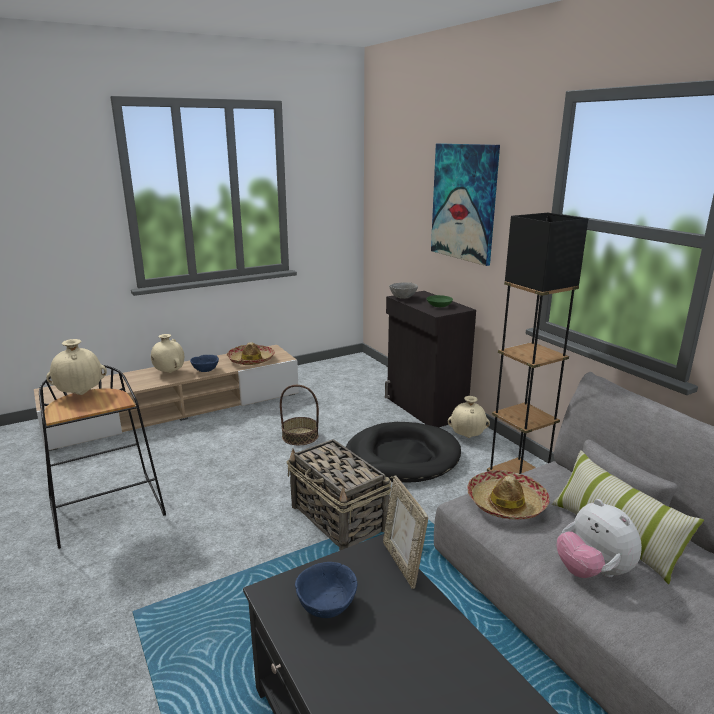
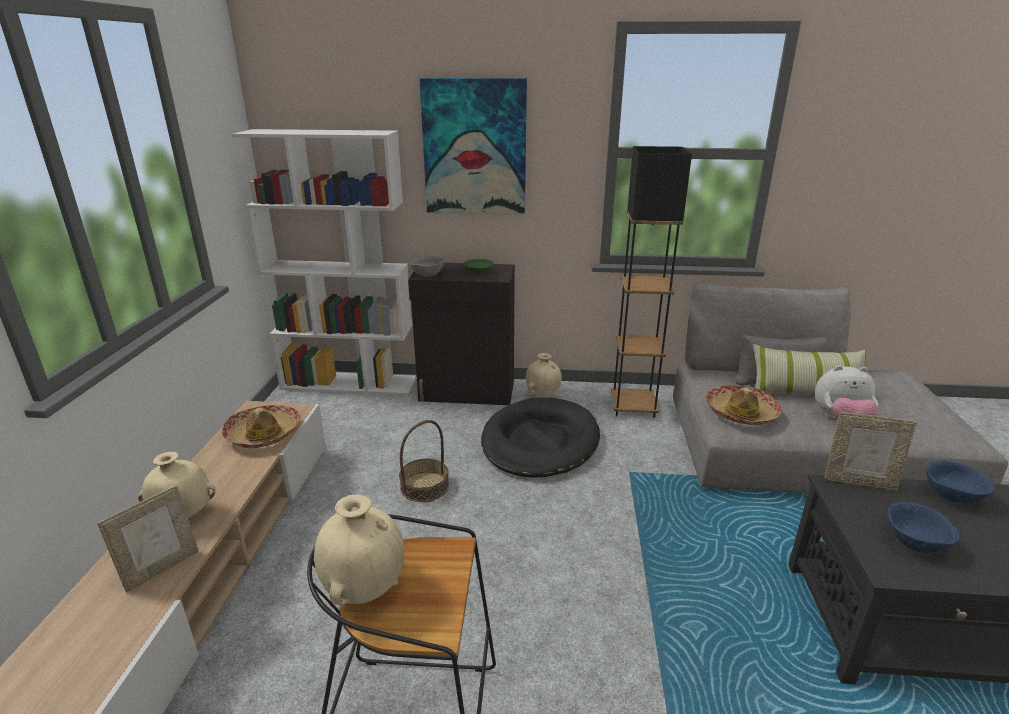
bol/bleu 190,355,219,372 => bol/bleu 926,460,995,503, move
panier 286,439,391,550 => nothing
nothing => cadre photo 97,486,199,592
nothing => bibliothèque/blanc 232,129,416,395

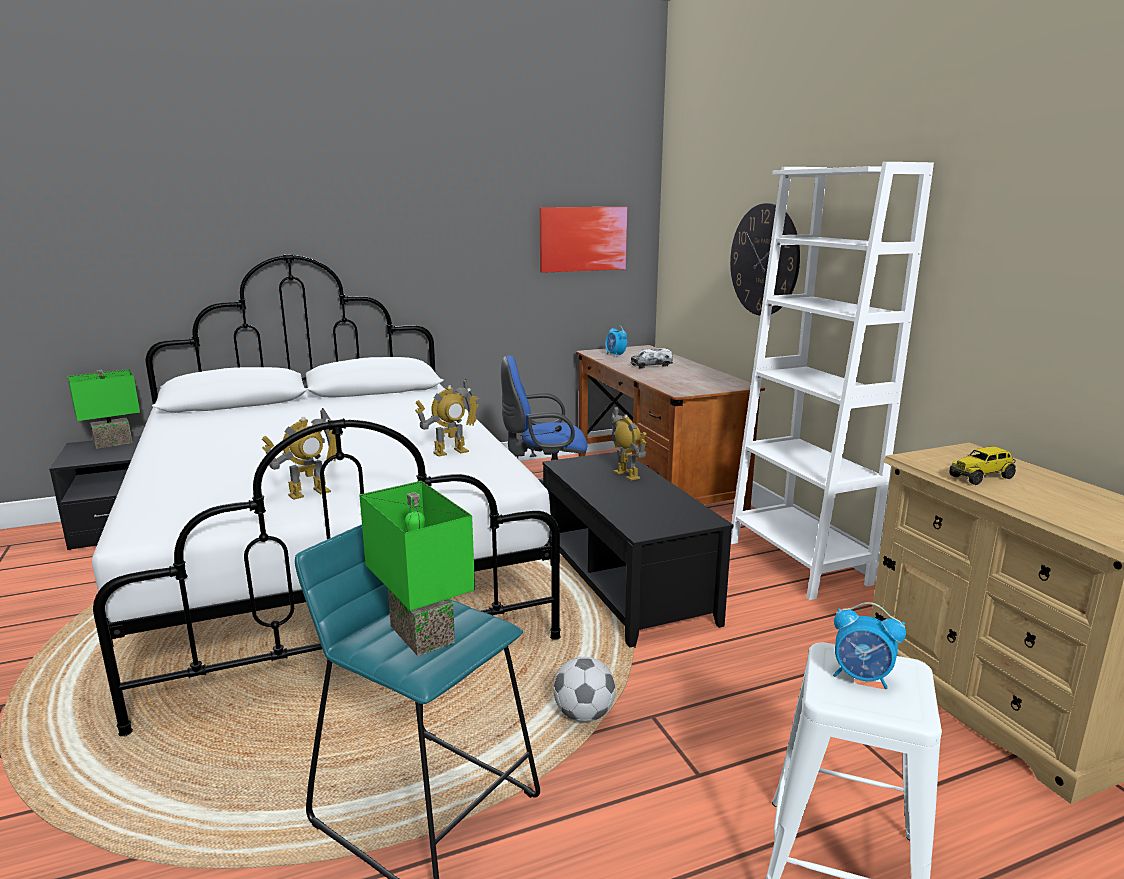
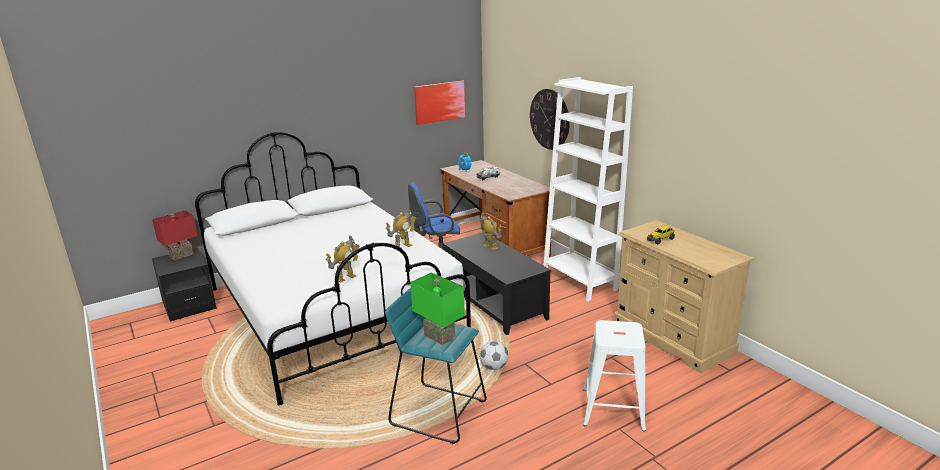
lampe de table/vert 67,369,140,449 => lampe de table/rouge 152,210,198,260
réveil 833,602,906,689 => nothing

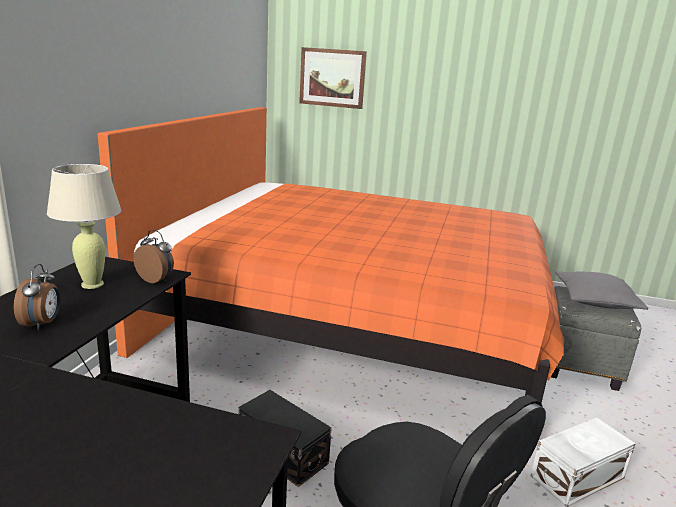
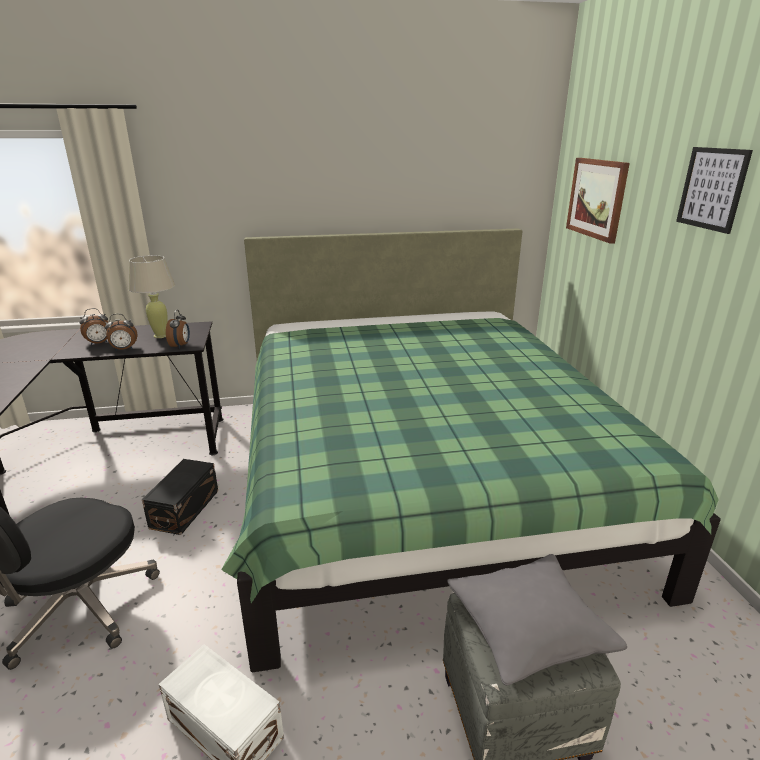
lit/orange 98,107,564,403 => lit/vert 221,229,721,672
nothing => réveil 105,314,137,351
nothing => tableau 676,147,753,234

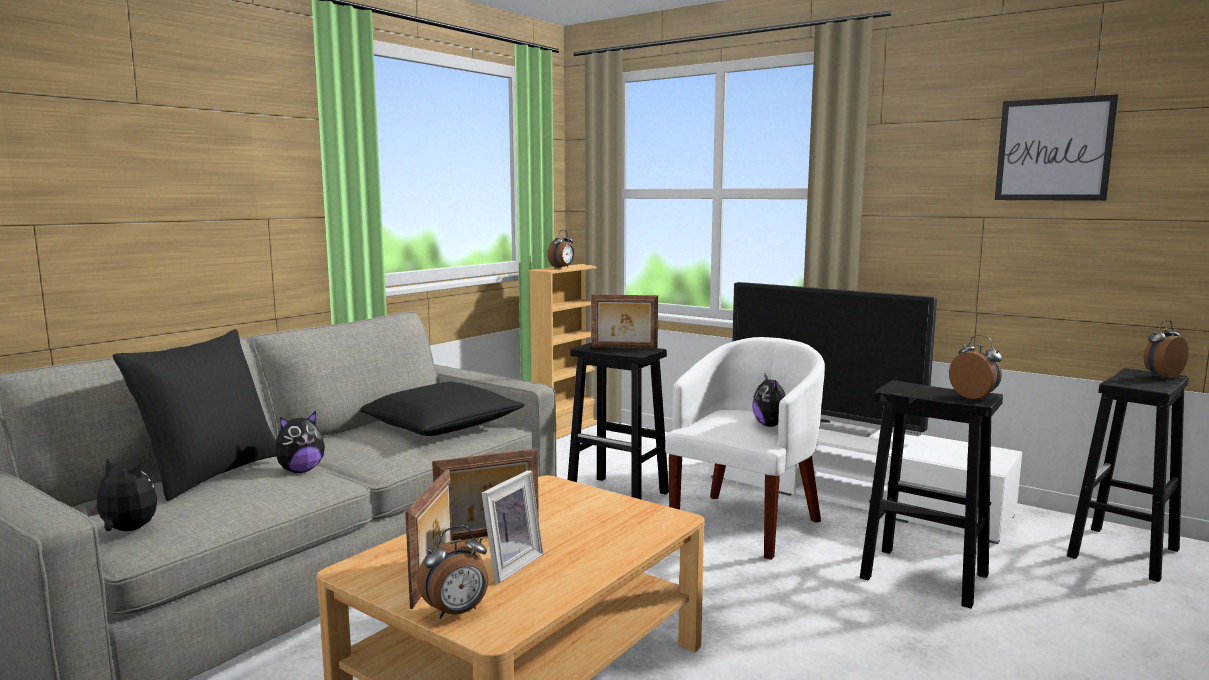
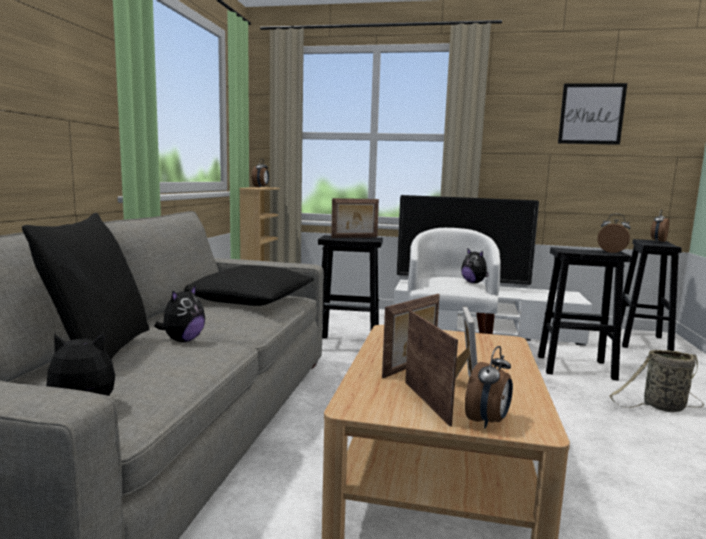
nothing => panier 609,350,704,412

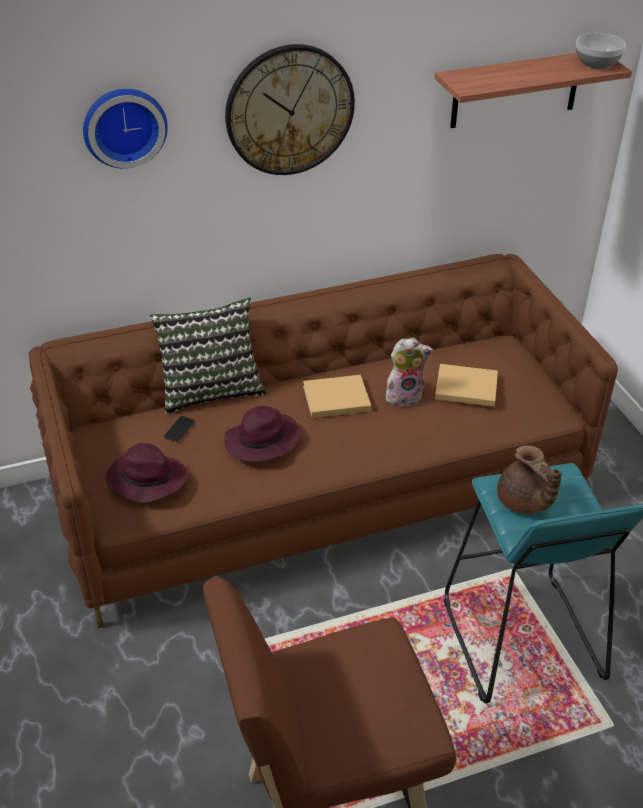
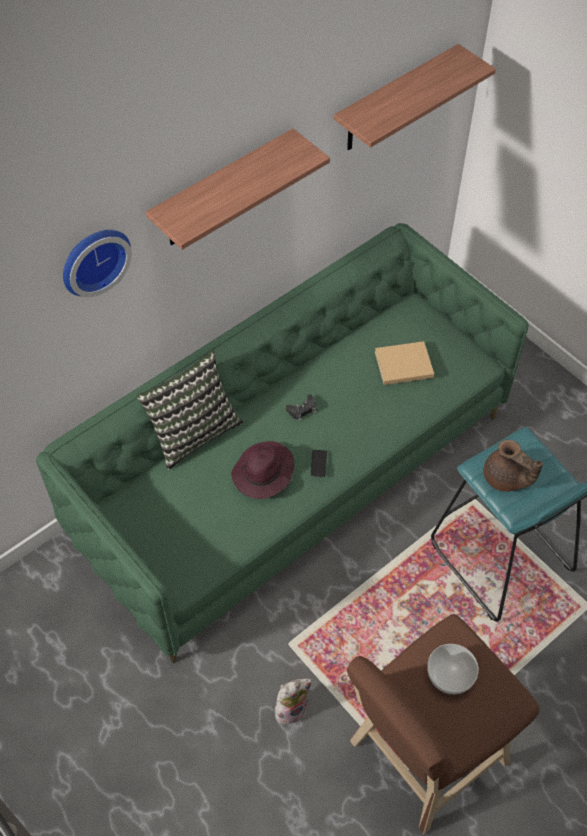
canapé/marron 29,254,618,628 => canapé/vert 36,223,529,663
chapeau/violet 105,443,187,503 => nothing
téléphone 164,416,195,442 => téléphone 311,450,327,477, move
horloge murale 225,44,355,175 => étagère 146,129,330,250
livre/beige 303,375,371,418 => manette/noir 286,394,317,421
peluche 385,338,433,406 => peluche 275,678,312,727, move
bol 576,33,626,69 => bol 427,644,478,695, move

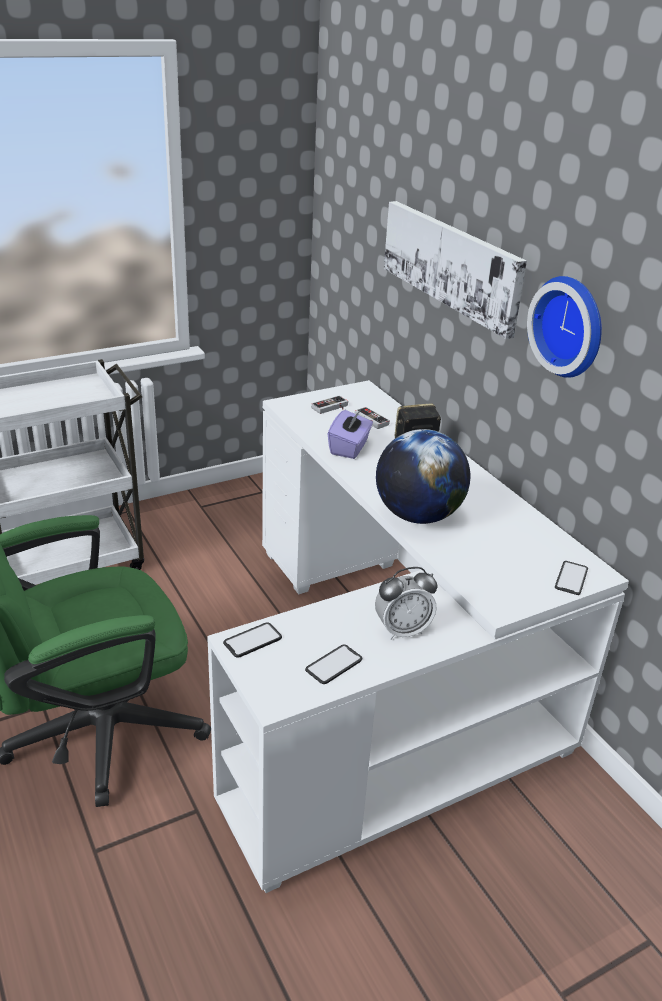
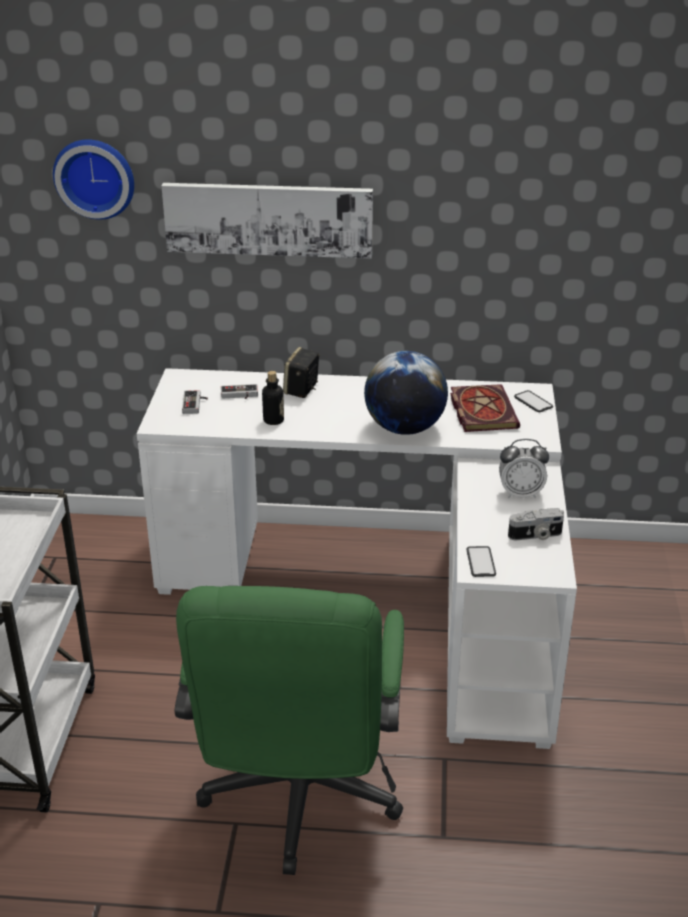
téléphone 305,645,363,684 => appareil photo 508,508,564,541
boîte à mouchoirs/violet 328,408,373,459 => bouteille 262,371,284,425
réveil 375,567,437,640 => réveil 499,439,549,498, 75 degrees clockwise
horloge murale 527,276,602,378 => horloge murale 53,140,134,220, move
nothing => livre 450,384,520,432

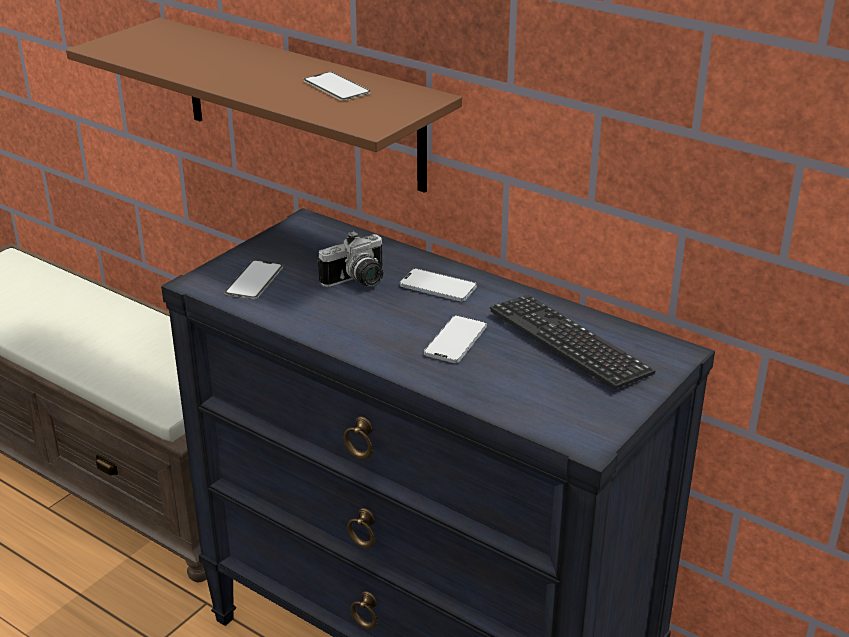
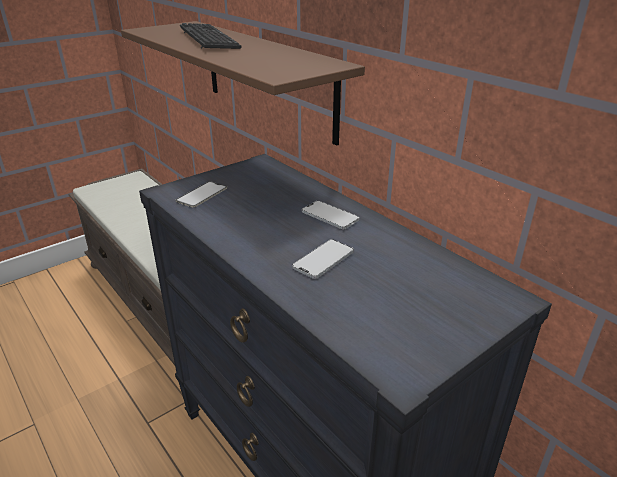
téléphone 303,72,371,101 => nothing
appareil photo 318,231,383,287 => nothing
clavier 490,295,655,389 => clavier 180,23,241,49, move

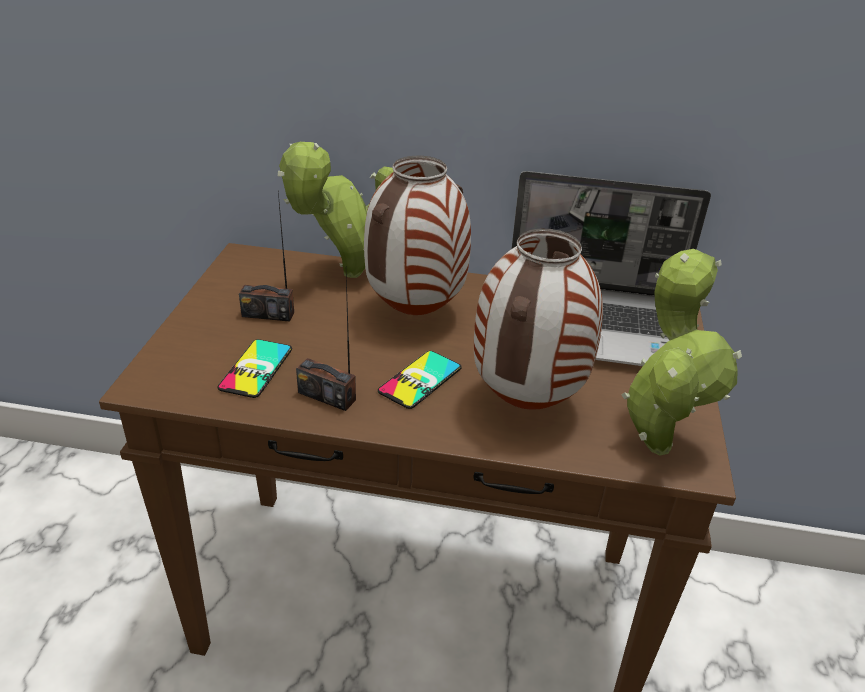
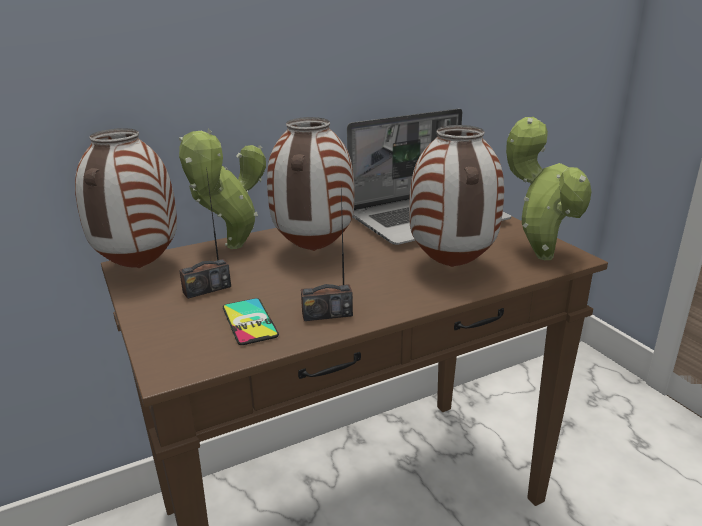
téléphone 378,351,461,409 => nothing
nothing => vase 75,128,177,268

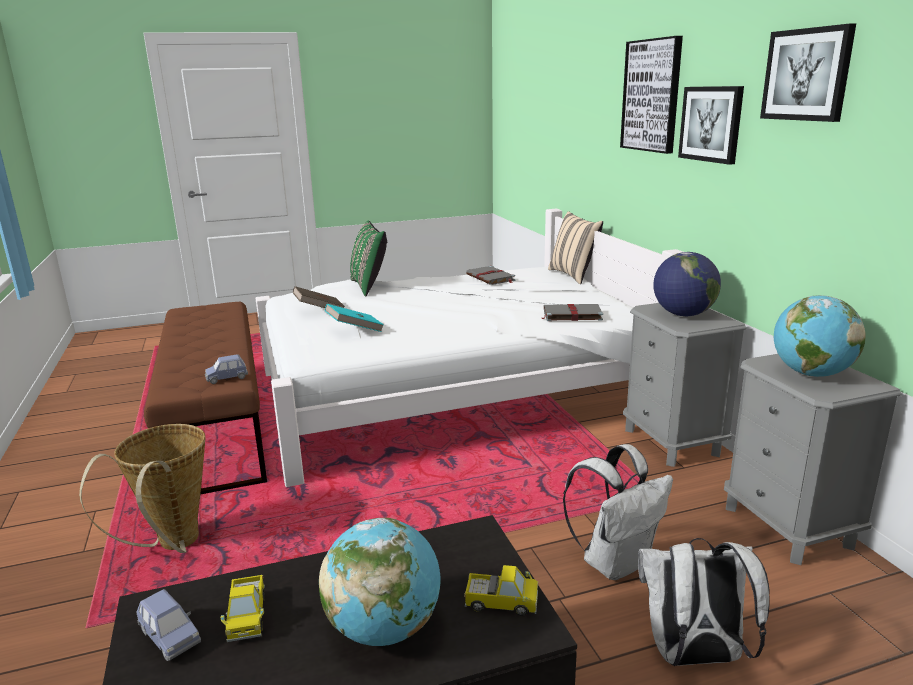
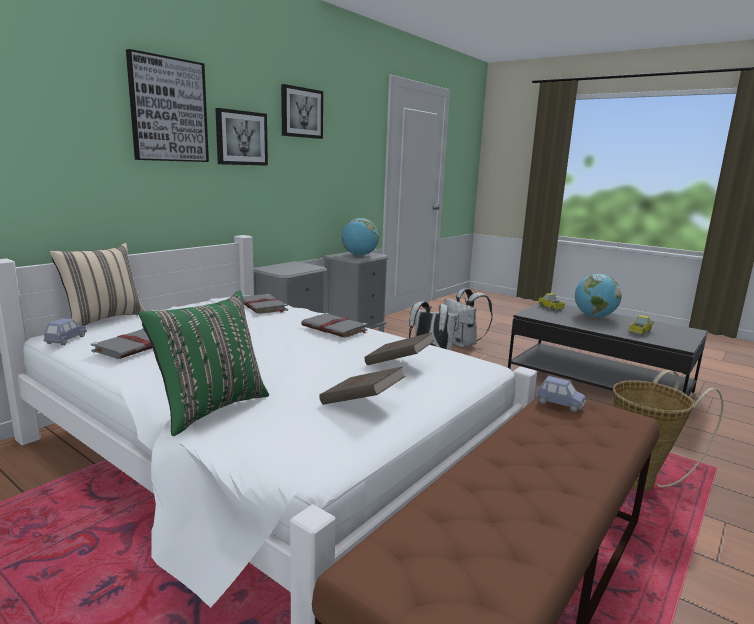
petite voiture/bleu 136,589,201,661 => petite voiture/bleu 44,318,87,345, move
livre/turquoise 325,304,384,332 => livre/marron 364,332,435,365
globe 653,252,721,316 => nothing
nothing => livre/gris 301,313,368,338

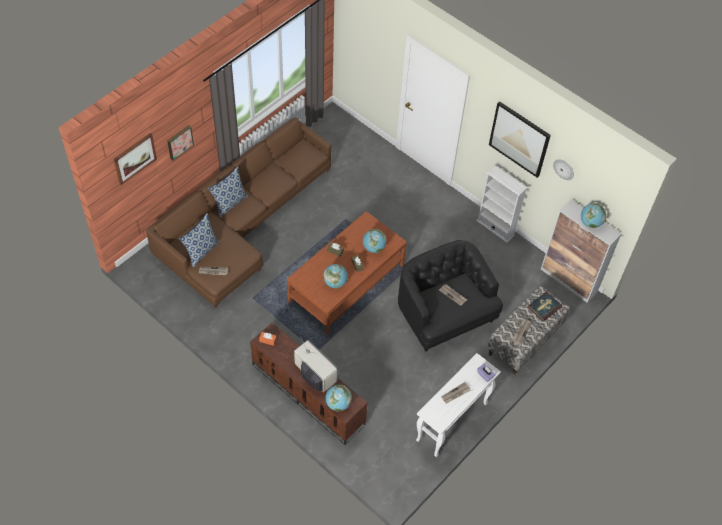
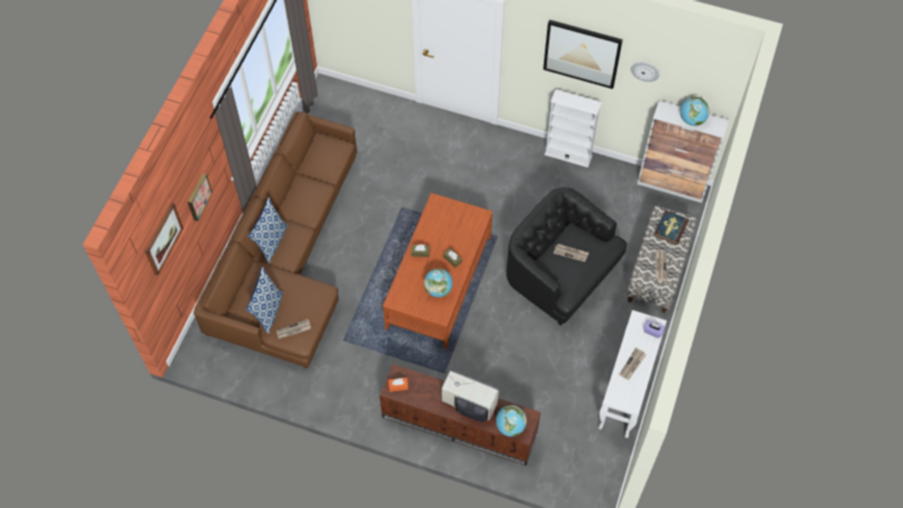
globe 363,229,386,253 => nothing

